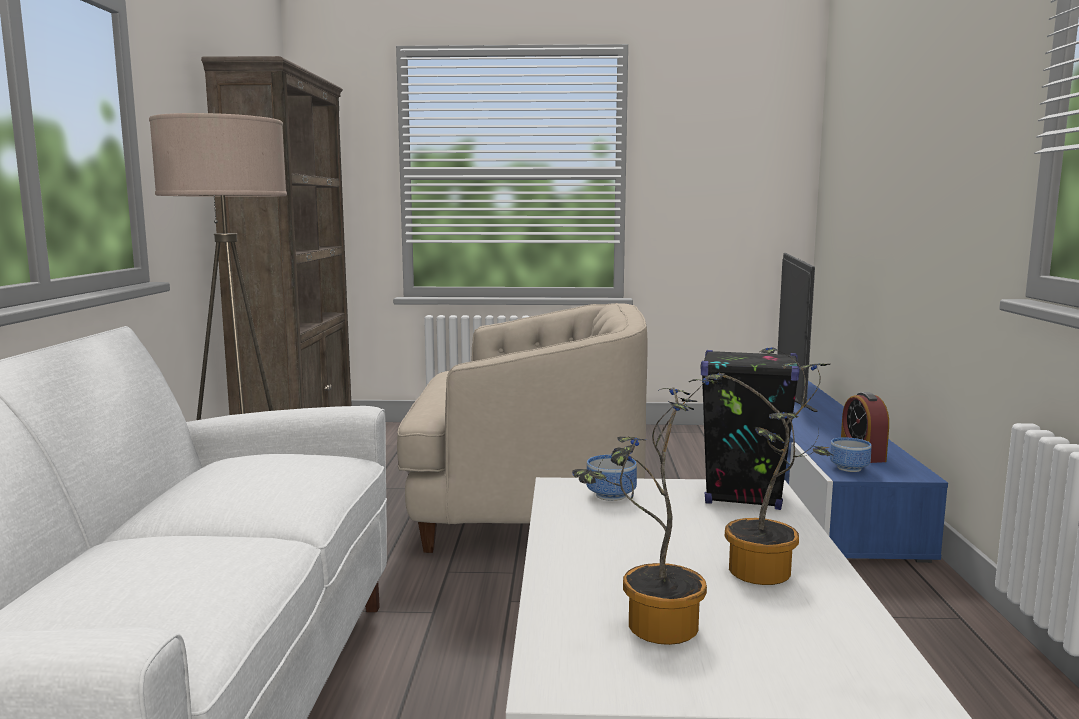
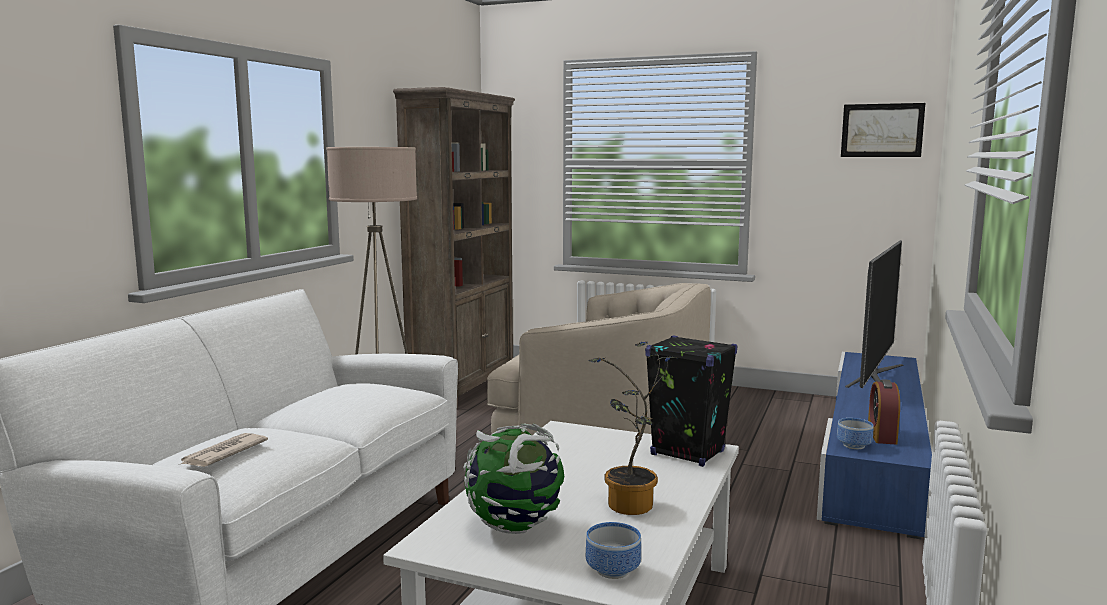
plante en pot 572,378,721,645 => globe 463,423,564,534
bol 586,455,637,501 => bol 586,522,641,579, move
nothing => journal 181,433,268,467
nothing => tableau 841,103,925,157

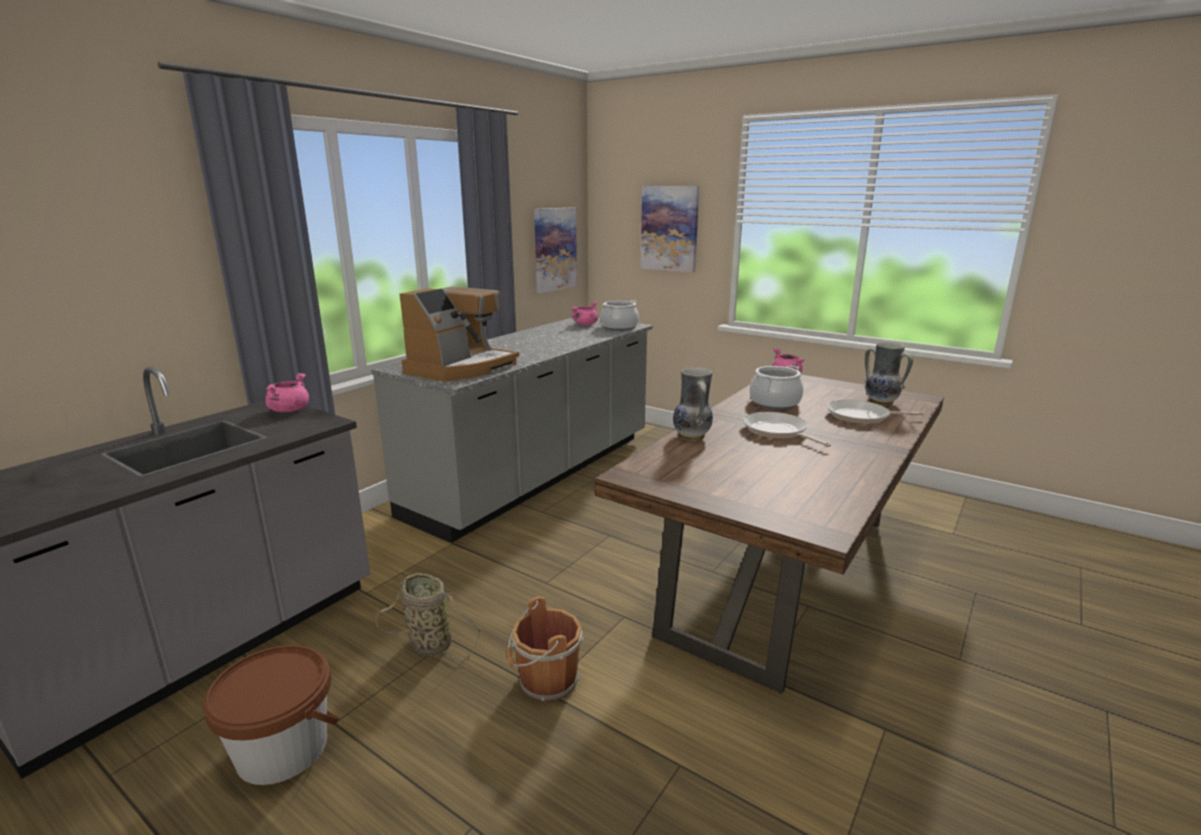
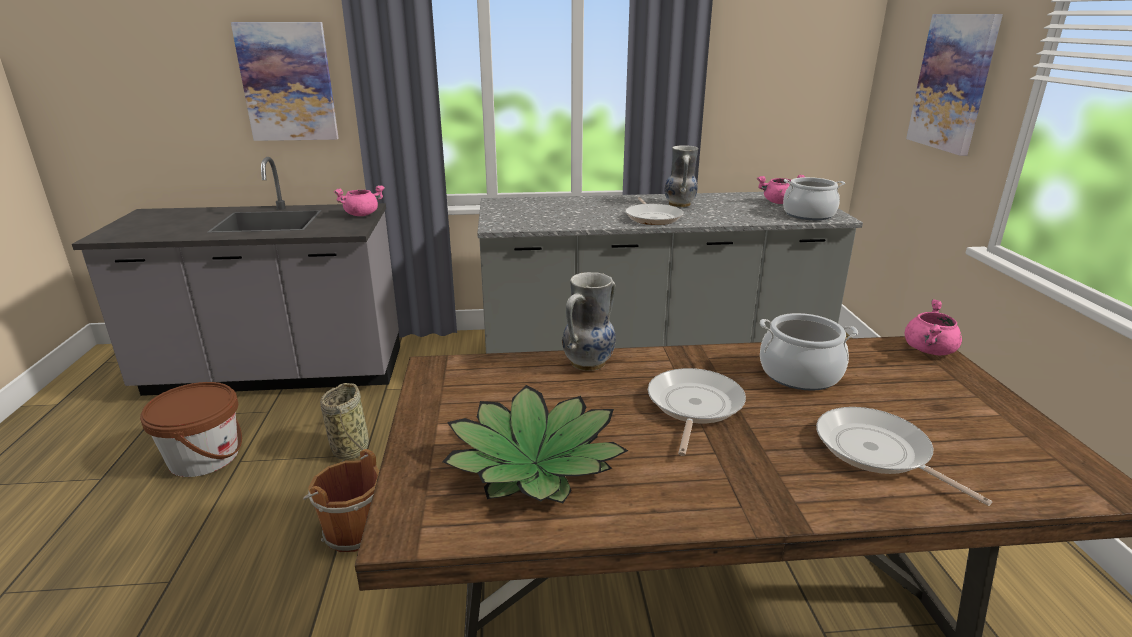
machine à café 399,286,519,382 => nothing
tableau 534,207,577,293 => tableau 231,22,339,141, move
vase 865,342,913,406 => vase 664,145,698,207, move
nothing => plante en pot 442,385,629,503
nothing => poêle 625,197,683,225

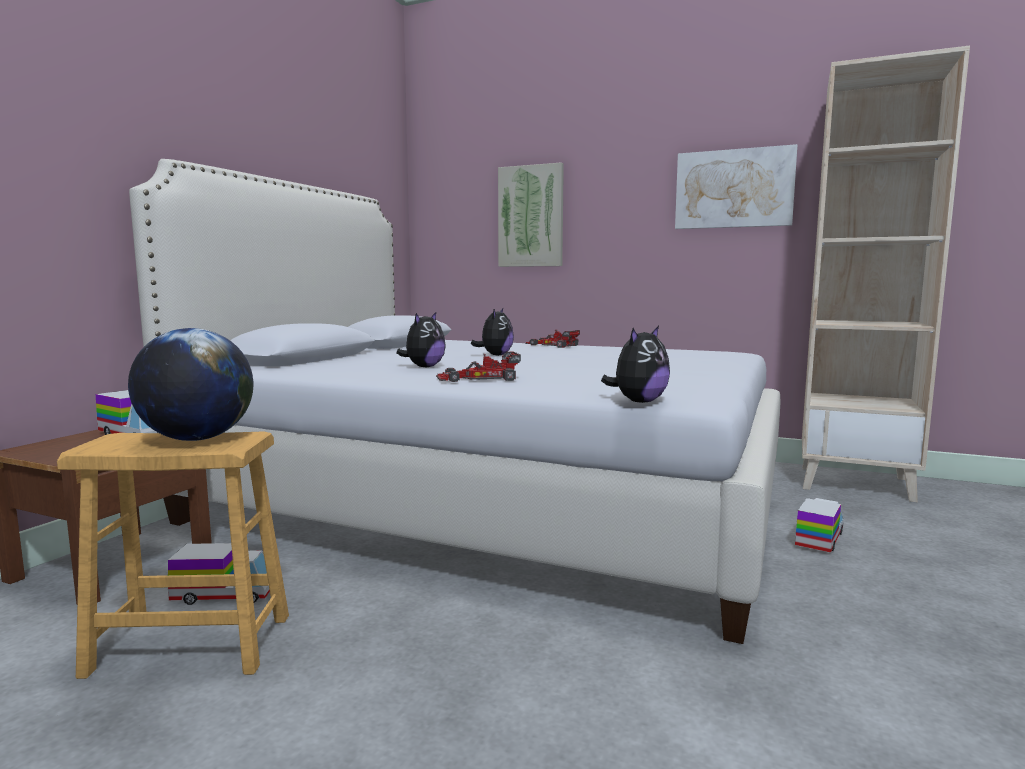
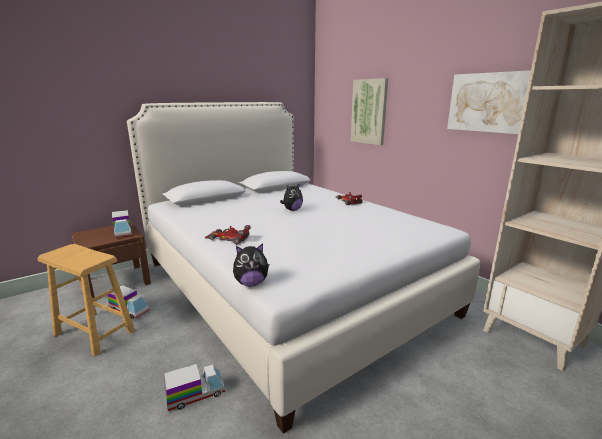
globe 128,328,253,441 => nothing
peluche 396,312,446,368 => nothing
camion jouet 795,498,844,553 => camion jouet 164,364,225,411, move

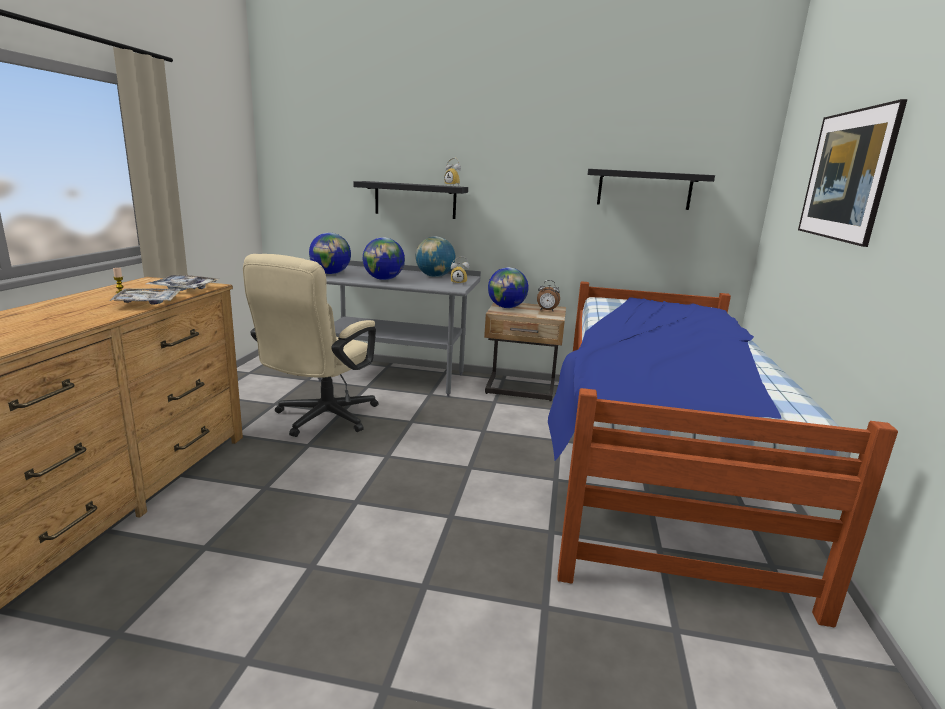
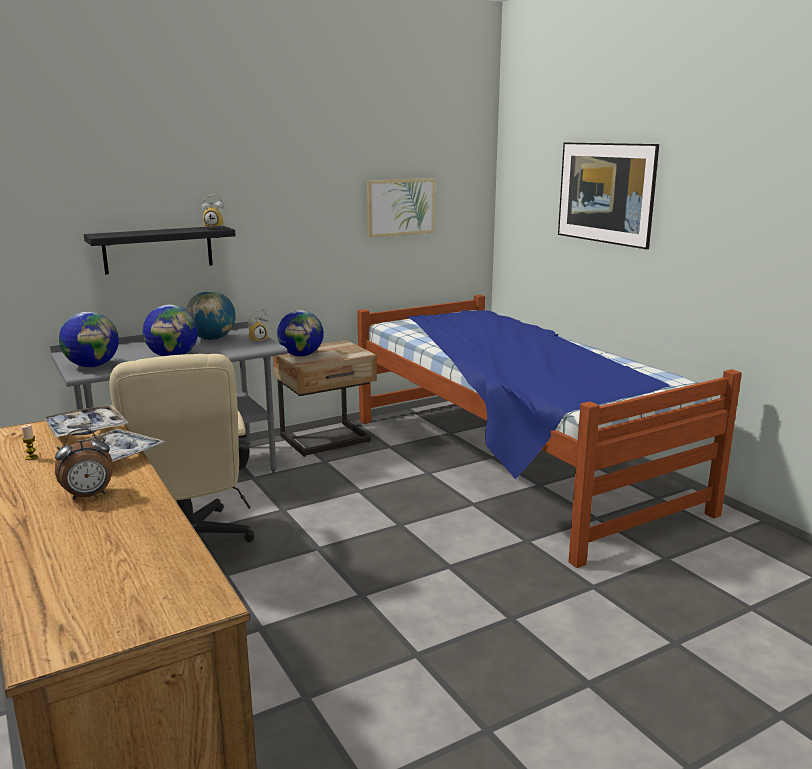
réveil 537,280,560,311 => réveil 55,429,113,500, move
étagère/noir 588,169,715,210 => tableau 367,178,435,238

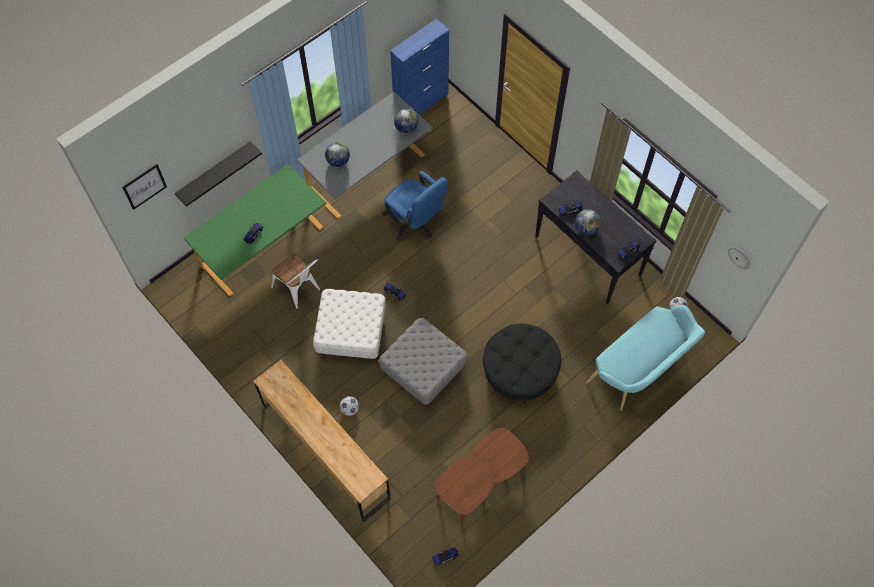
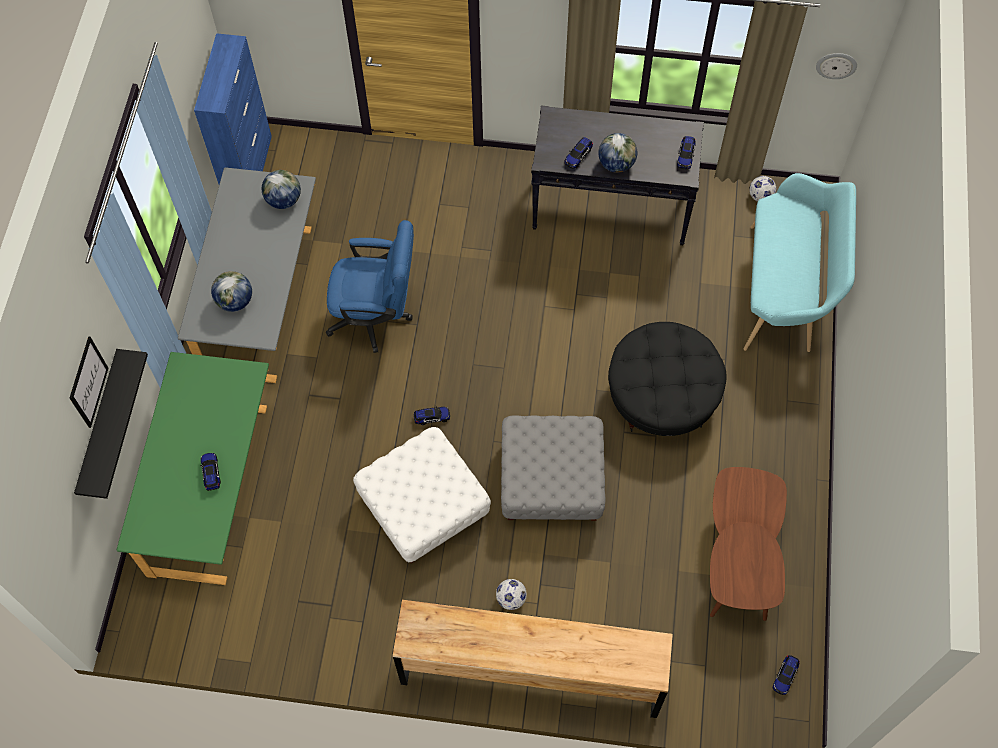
tableau 122,164,167,210 => tableau 70,336,109,428, move
chaise/blanc 271,253,321,309 => nothing

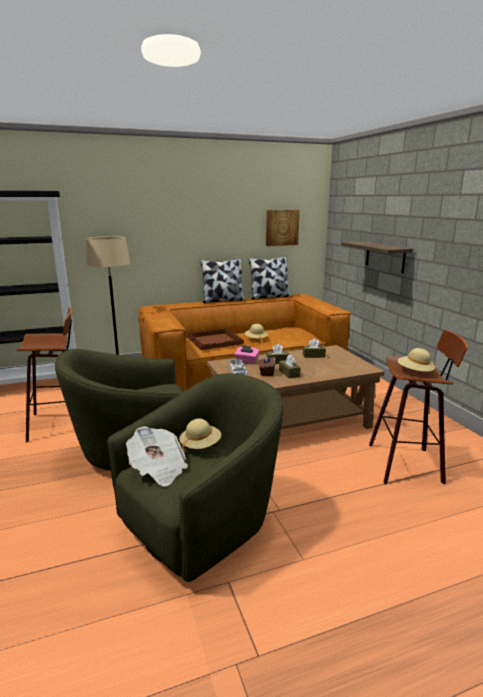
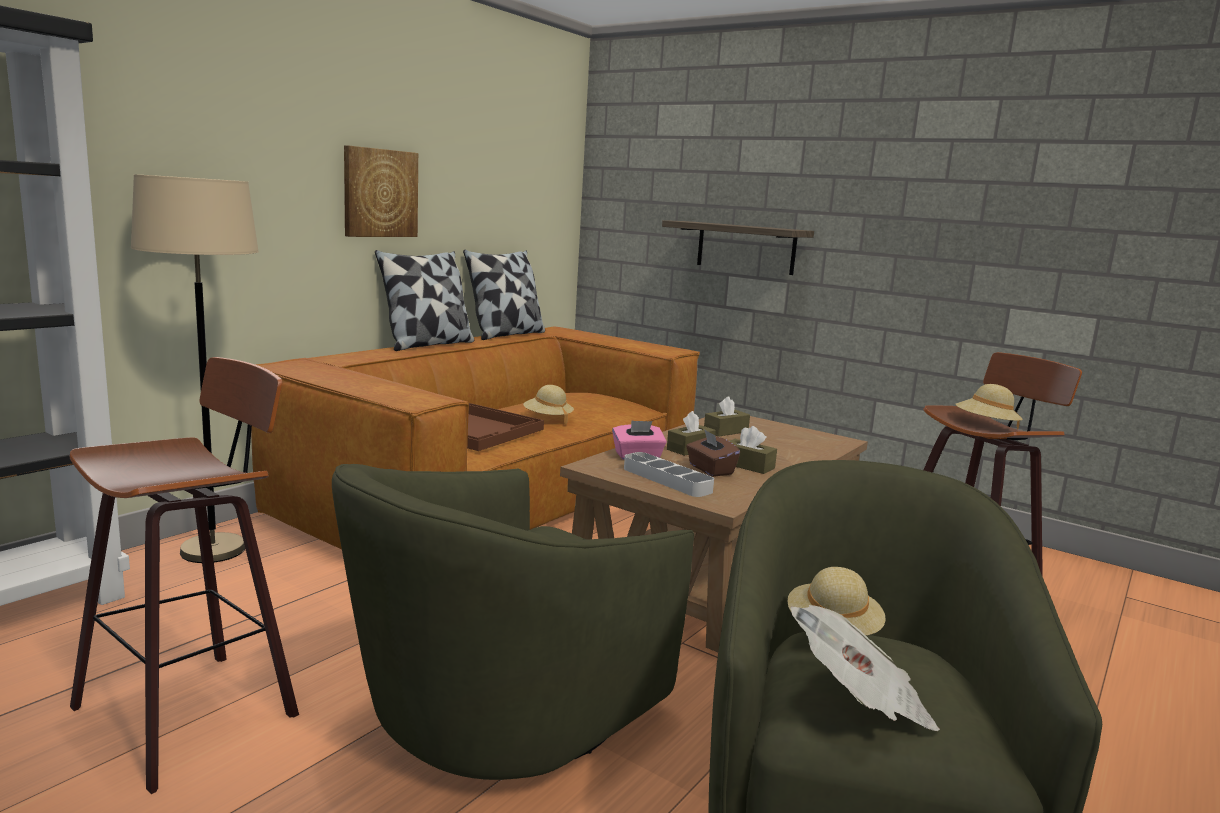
tableau 266,210,300,246 => tableau 344,145,418,237, move

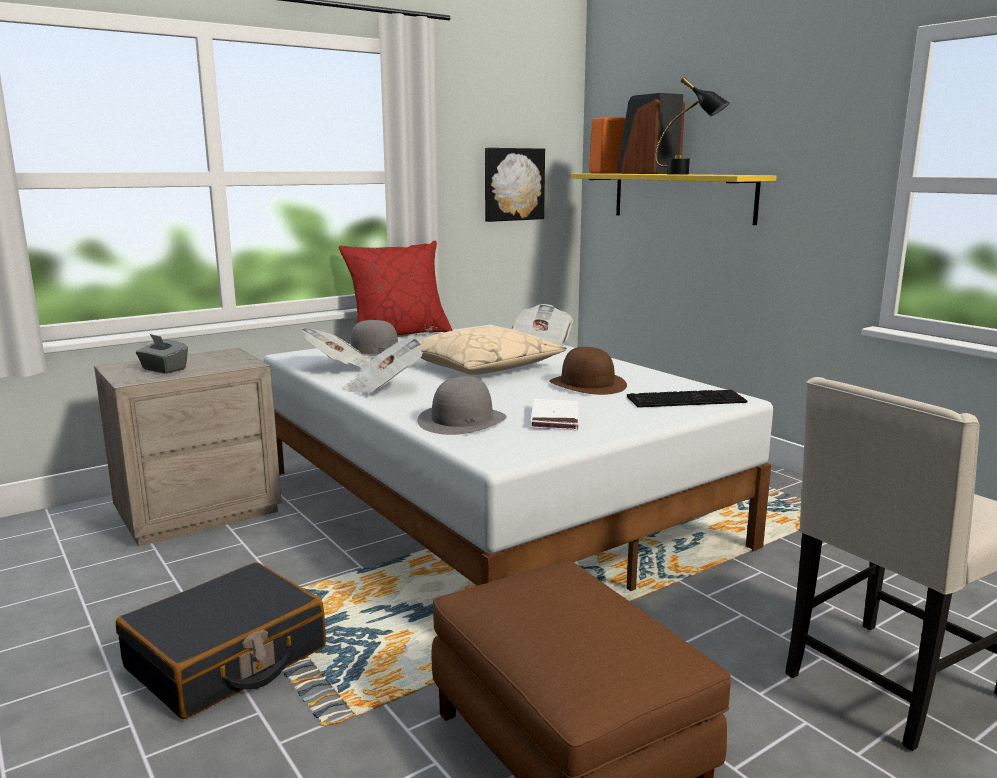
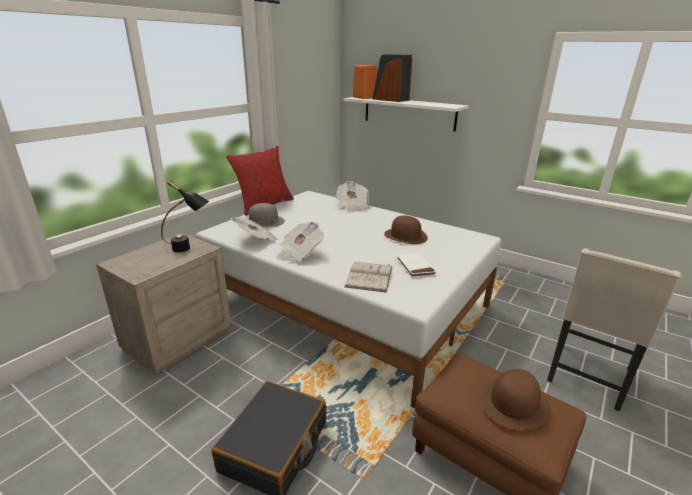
boîte à mouchoirs/gris 136,334,188,374 => nothing
chapeau/gris 417,376,507,435 => livre/blanc 344,262,393,293
coussin/beige 420,326,567,375 => nothing
tableau 485,148,545,222 => nothing
étagère/jaune 571,173,777,225 => étagère/blanc 344,97,468,132
clavier 627,390,747,408 => nothing
lampe de table/noir 655,77,730,174 => lampe de table/noir 161,181,209,252, move
nothing => chapeau/marron 480,369,551,430

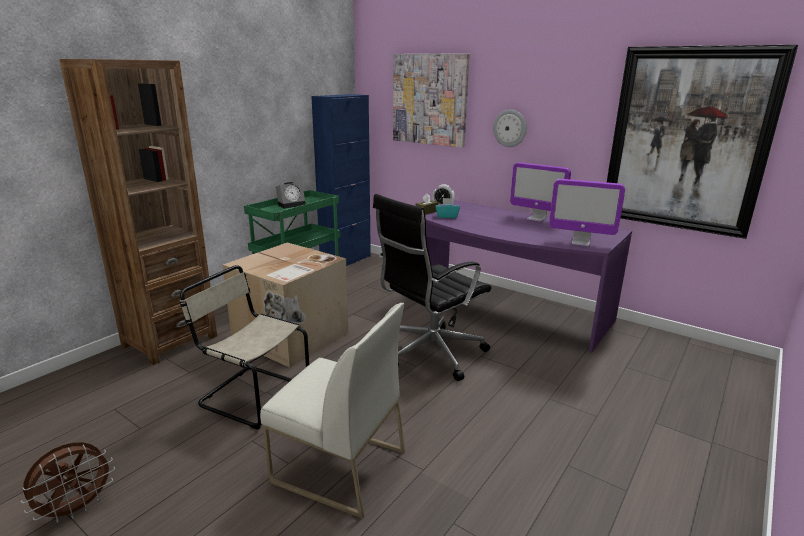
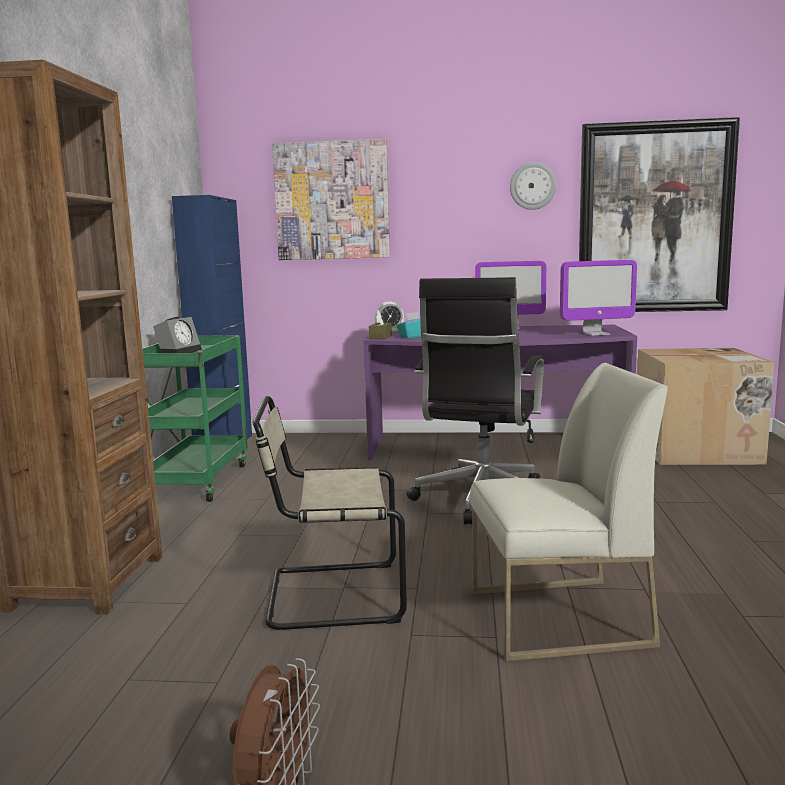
carton 222,242,348,368 => carton 637,348,775,465, move
horloge murale 493,110,527,147 => horloge murale 510,162,557,210, move

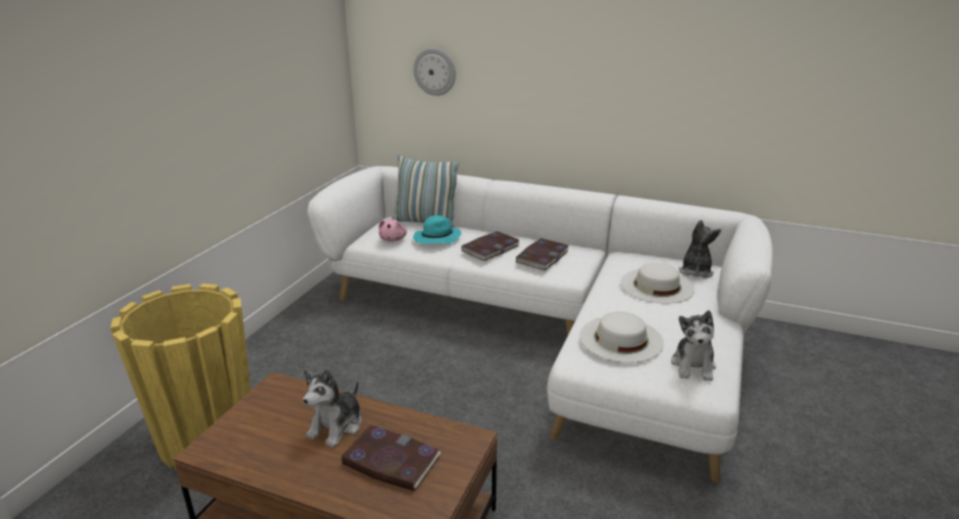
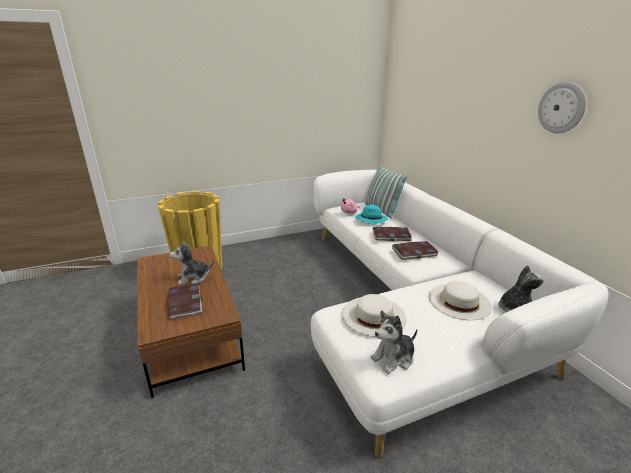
horloge murale 413,48,456,96 => horloge murale 538,82,586,134, move

